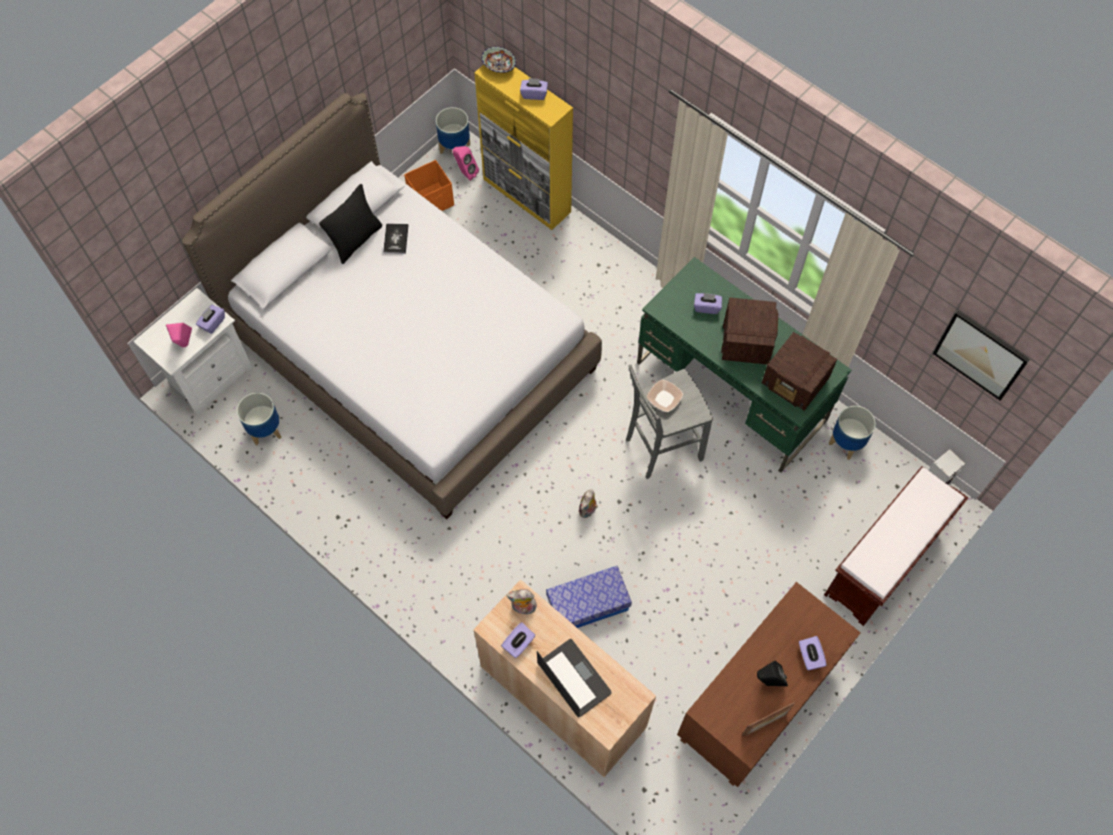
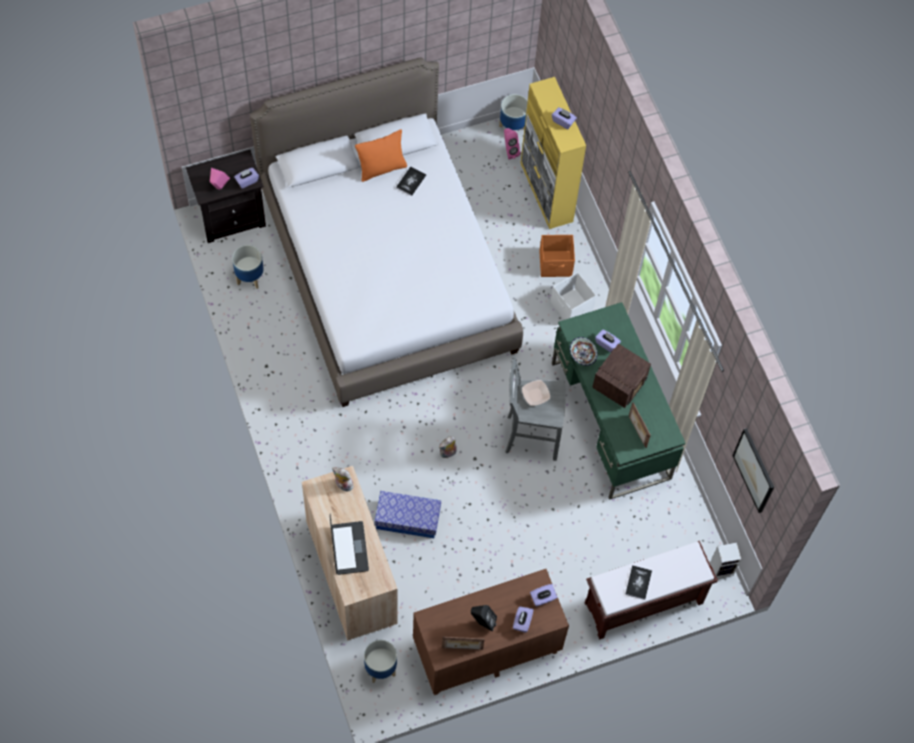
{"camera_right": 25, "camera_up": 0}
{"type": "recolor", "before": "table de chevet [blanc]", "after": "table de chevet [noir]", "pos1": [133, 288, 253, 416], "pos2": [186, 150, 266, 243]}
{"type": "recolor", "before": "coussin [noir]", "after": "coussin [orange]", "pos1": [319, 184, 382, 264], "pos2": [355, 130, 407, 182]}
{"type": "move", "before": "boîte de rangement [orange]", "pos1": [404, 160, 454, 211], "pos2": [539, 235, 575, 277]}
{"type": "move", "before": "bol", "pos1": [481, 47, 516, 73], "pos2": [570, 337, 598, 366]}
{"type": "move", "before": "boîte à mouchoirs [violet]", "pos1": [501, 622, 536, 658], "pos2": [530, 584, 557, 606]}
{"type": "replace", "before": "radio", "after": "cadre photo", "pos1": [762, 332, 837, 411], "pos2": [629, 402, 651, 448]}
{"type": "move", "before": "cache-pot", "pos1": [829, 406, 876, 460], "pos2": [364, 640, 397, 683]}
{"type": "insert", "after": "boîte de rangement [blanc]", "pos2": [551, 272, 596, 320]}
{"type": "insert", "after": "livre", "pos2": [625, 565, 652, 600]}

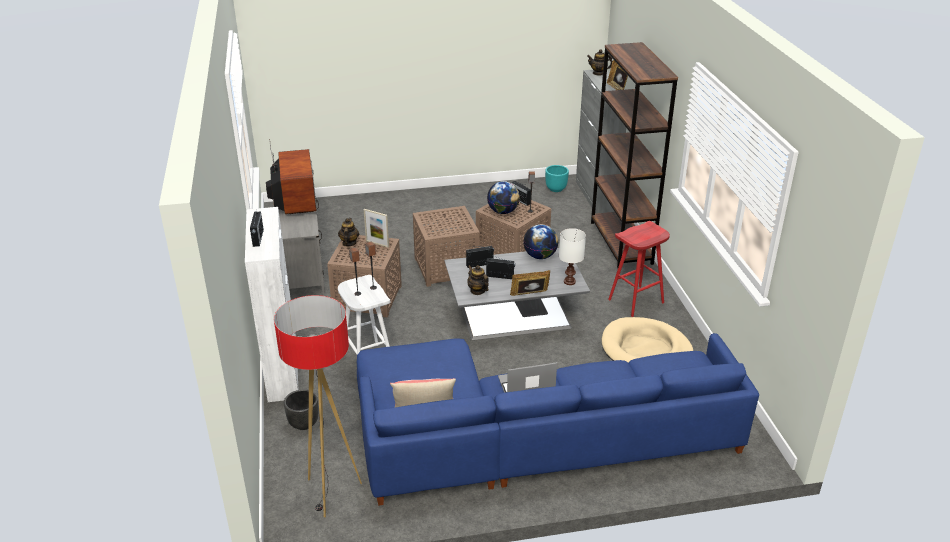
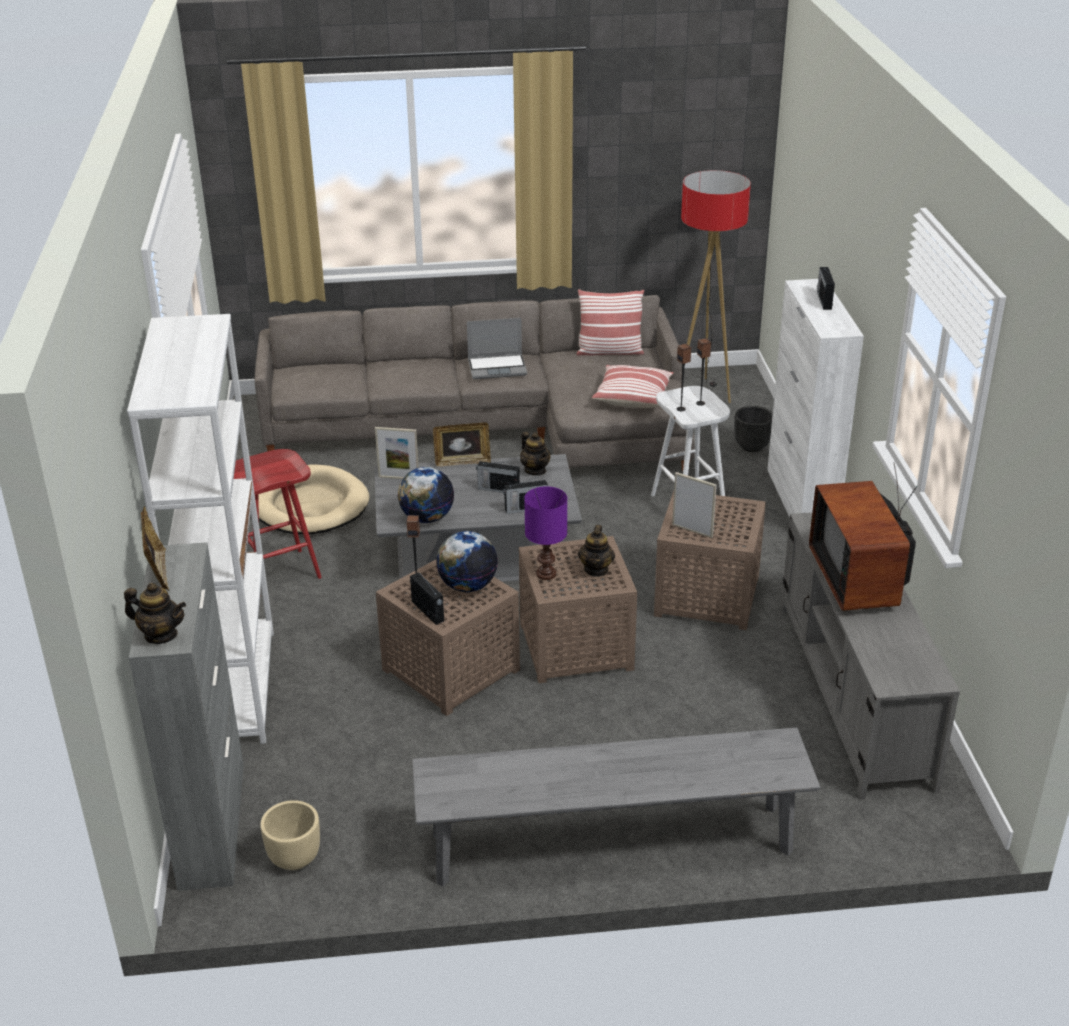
{"camera_right": -175, "camera_up": 0}
{"type": "move", "before": "théière", "pos1": [338, 218, 359, 246], "pos2": [578, 525, 615, 577]}
{"type": "recolor", "before": "canapé [bleu]", "after": "canapé [gris]", "pos1": [357, 333, 759, 506], "pos2": [255, 295, 695, 471]}
{"type": "recolor", "before": "cache-pot [turquoise]", "after": "cache-pot [beige]", "pos1": [545, 165, 569, 192], "pos2": [260, 800, 320, 870]}
{"type": "replace", "before": "lampe de table [blanc]", "after": "cadre photo", "pos1": [559, 228, 586, 285], "pos2": [375, 427, 419, 479]}
{"type": "recolor", "before": "bibliothèque [marron]", "after": "bibliothèque [blanc]", "pos1": [591, 42, 678, 268], "pos2": [127, 314, 274, 744]}
{"type": "insert", "after": "banc [gris]", "pos2": [412, 727, 820, 886]}
{"type": "insert", "after": "lampe de table [violet]", "pos2": [524, 486, 567, 580]}
{"type": "insert", "after": "coussin", "pos2": [592, 365, 674, 408]}

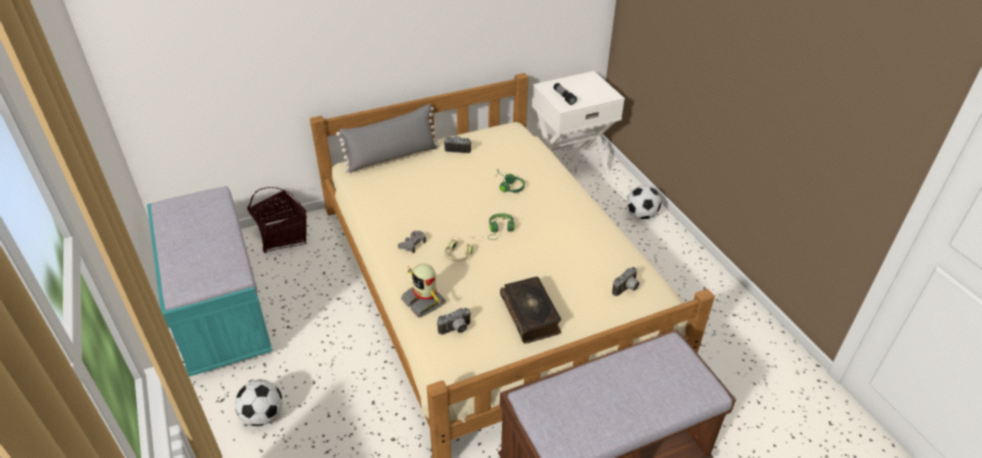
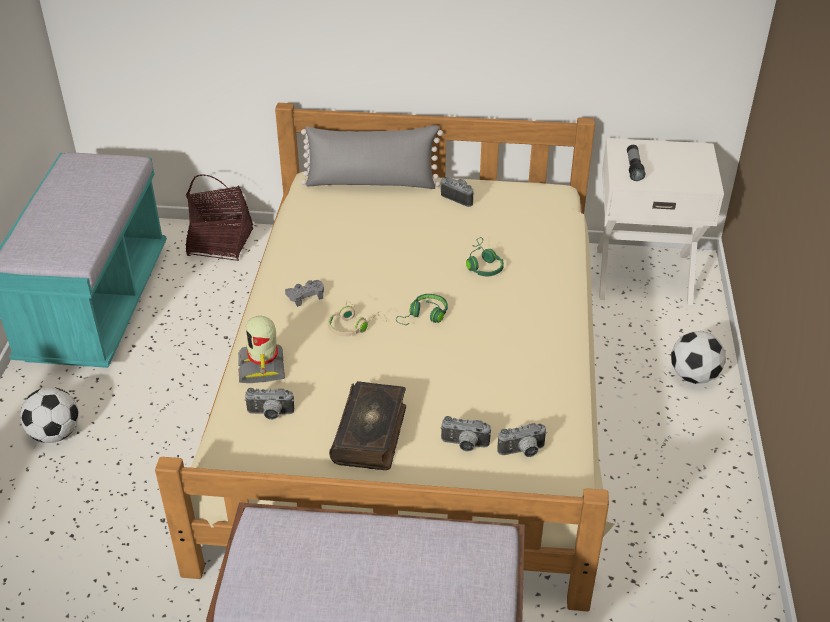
{"camera_right": 30, "camera_up": 0}
{"type": "insert", "after": "appareil photo", "pos2": [441, 416, 491, 451]}

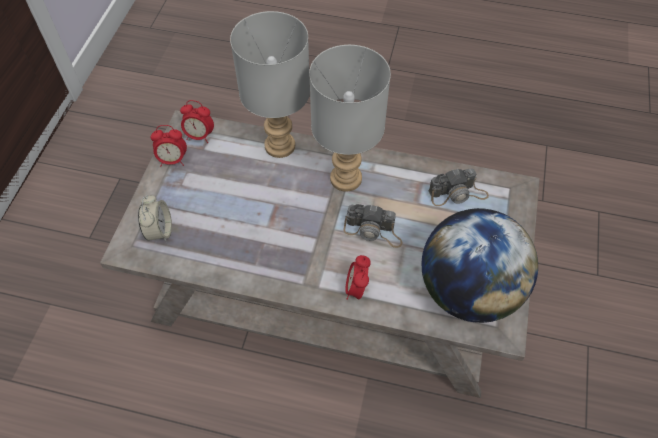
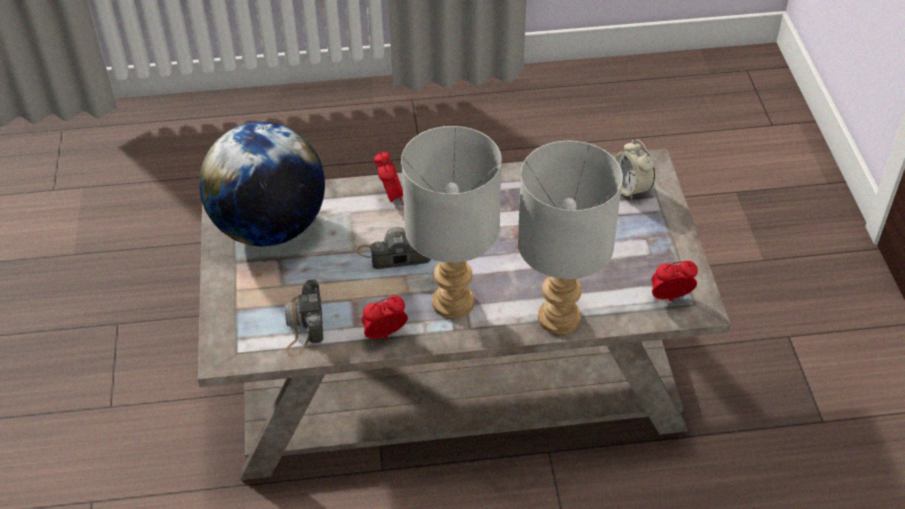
{"camera_right": 160, "camera_up": -10}
{"type": "move", "before": "réveil", "pos1": [151, 125, 187, 166], "pos2": [362, 296, 408, 339]}
{"type": "rotate", "before": "appareil photo", "pos1": [429, 168, 489, 206], "pos2": [285, 279, 323, 357], "turn": -60}

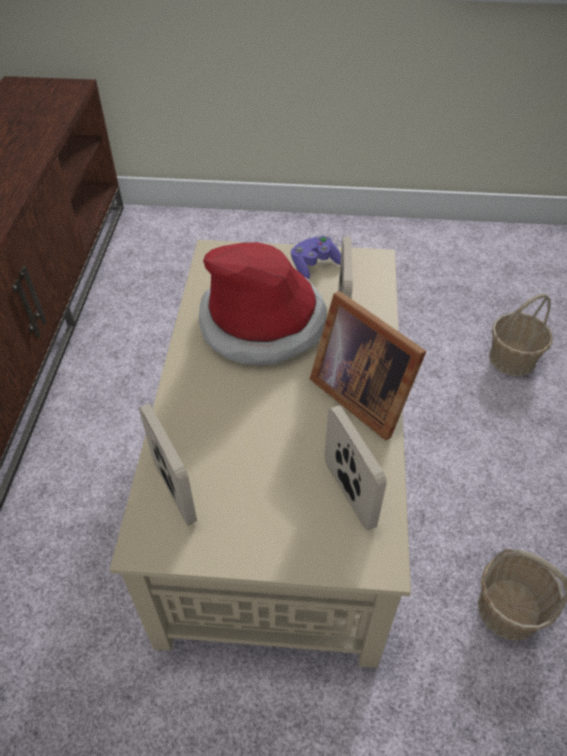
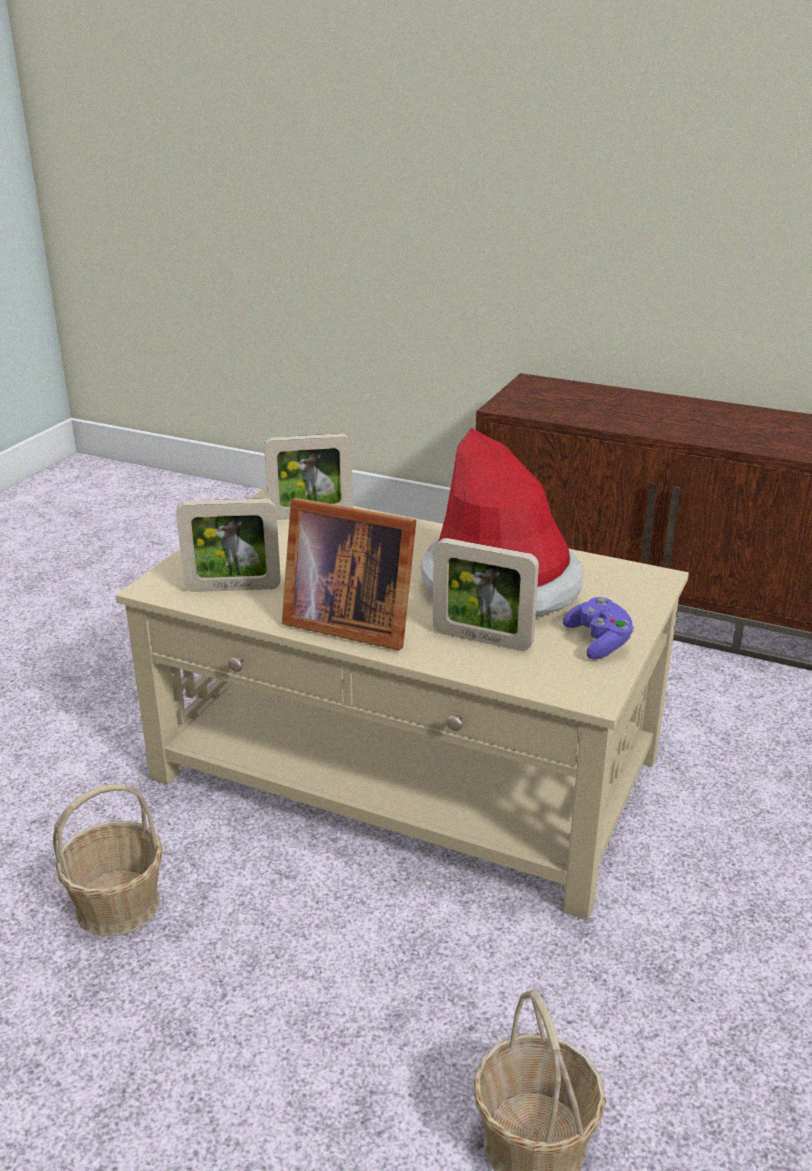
{"camera_right": 110, "camera_up": -20}
{"type": "rotate", "before": "cadre photo", "pos1": [310, 291, 427, 440], "pos2": [282, 498, 416, 650], "turn": -135}

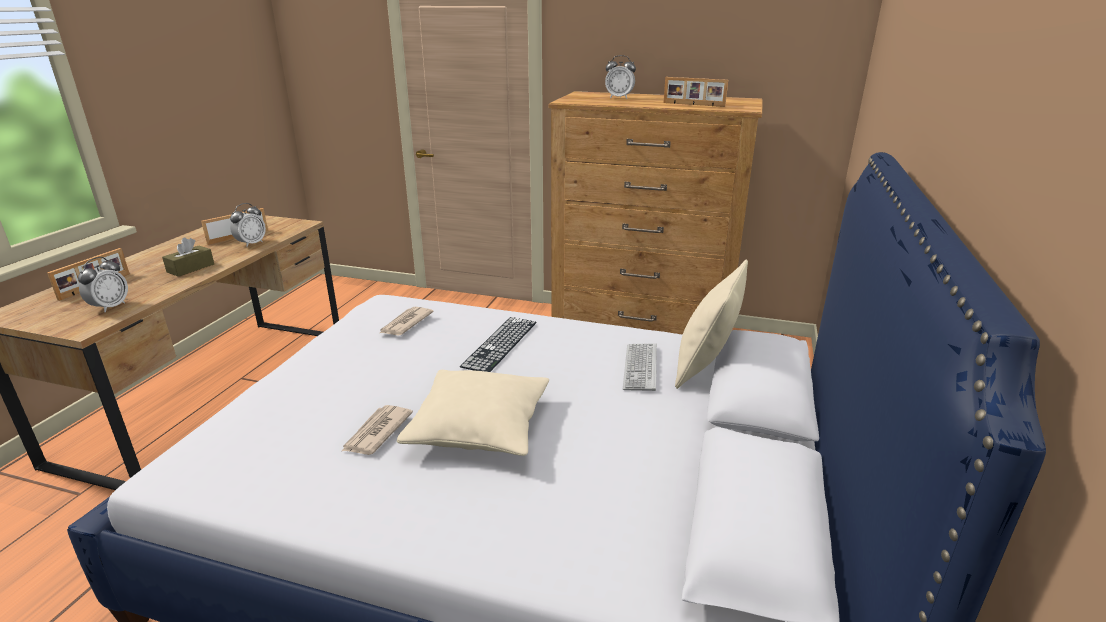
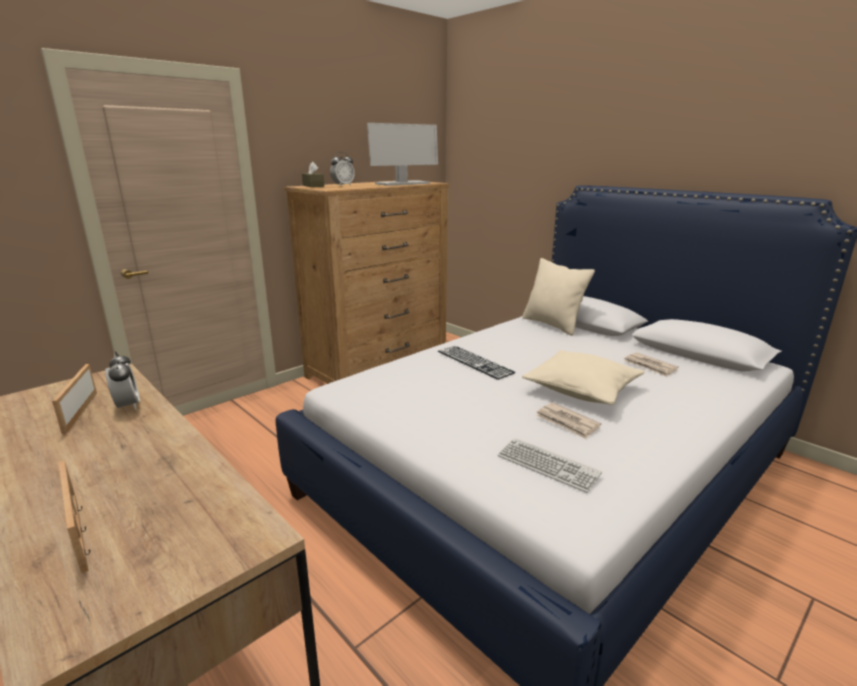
{"camera_right": -60, "camera_up": -5}
{"type": "delete", "before": "réveil", "pos1": [78, 257, 128, 313]}
{"type": "move", "before": "boîte à mouchoirs [marron]", "pos1": [162, 237, 214, 277], "pos2": [302, 162, 324, 187]}
{"type": "move", "before": "journal", "pos1": [380, 307, 434, 336], "pos2": [624, 353, 679, 377]}
{"type": "move", "before": "clavier", "pos1": [623, 343, 657, 391], "pos2": [498, 438, 602, 493]}
{"type": "replace", "before": "cadre photo", "after": "écran d'ordinateur", "pos1": [663, 77, 728, 107], "pos2": [367, 123, 438, 186]}

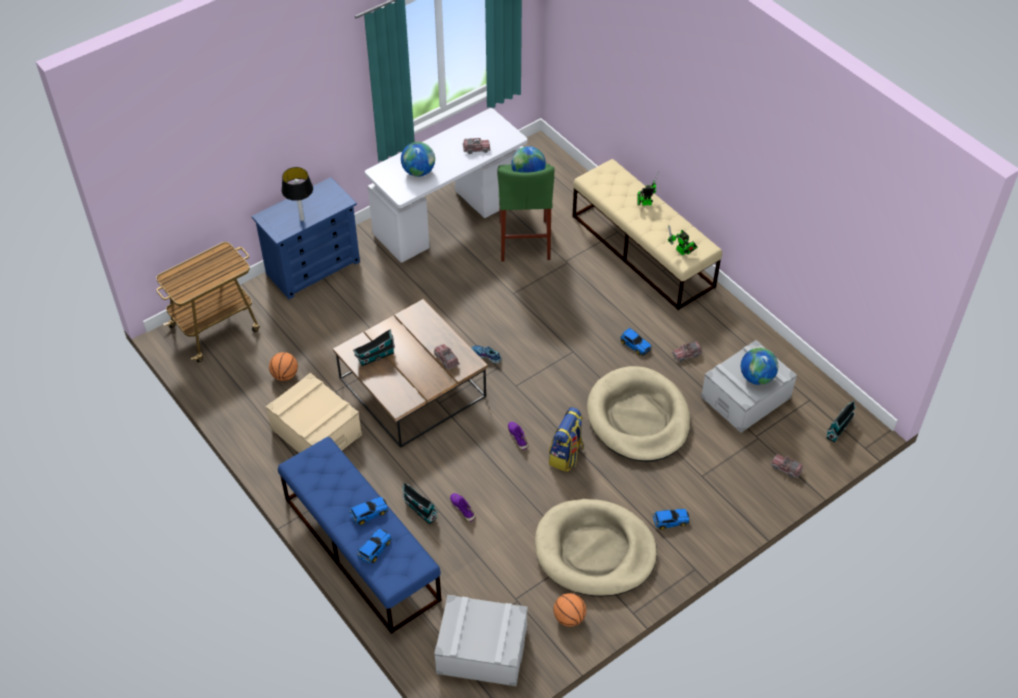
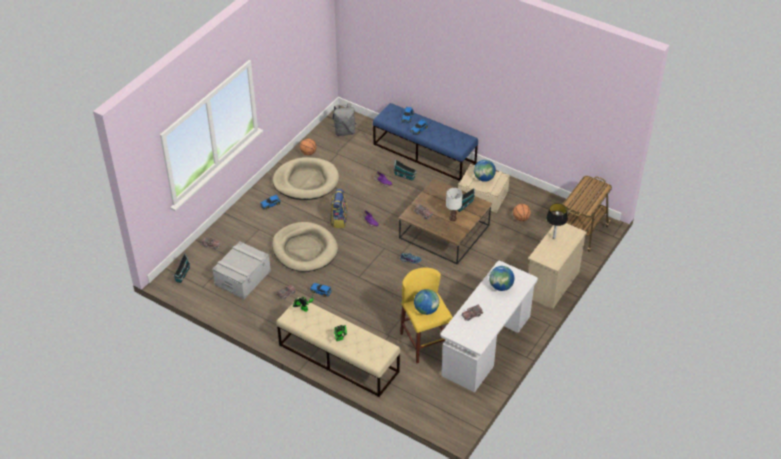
{"camera_right": 160, "camera_up": -5}
{"type": "recolor", "before": "commode [bleu]", "after": "commode [beige]", "pos1": [251, 177, 360, 299], "pos2": [528, 223, 587, 309]}
{"type": "replace", "before": "boîte de rangement [gris]", "after": "sac à dos [gris]", "pos1": [434, 595, 528, 686], "pos2": [332, 103, 356, 136]}
{"type": "recolor", "before": "tabouret [vert]", "after": "tabouret [jaune]", "pos1": [497, 164, 555, 262], "pos2": [400, 268, 453, 363]}
{"type": "move", "before": "globe", "pos1": [741, 348, 778, 385], "pos2": [474, 160, 496, 182]}
{"type": "insert", "after": "lampe de table [blanc]", "pos2": [446, 188, 463, 221]}

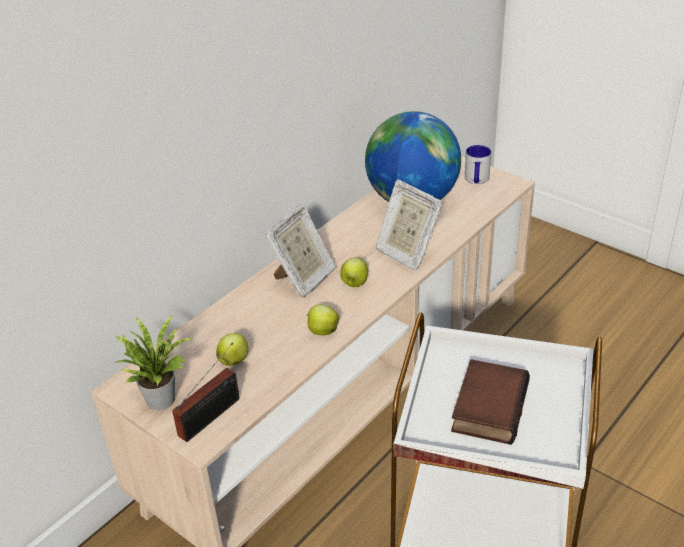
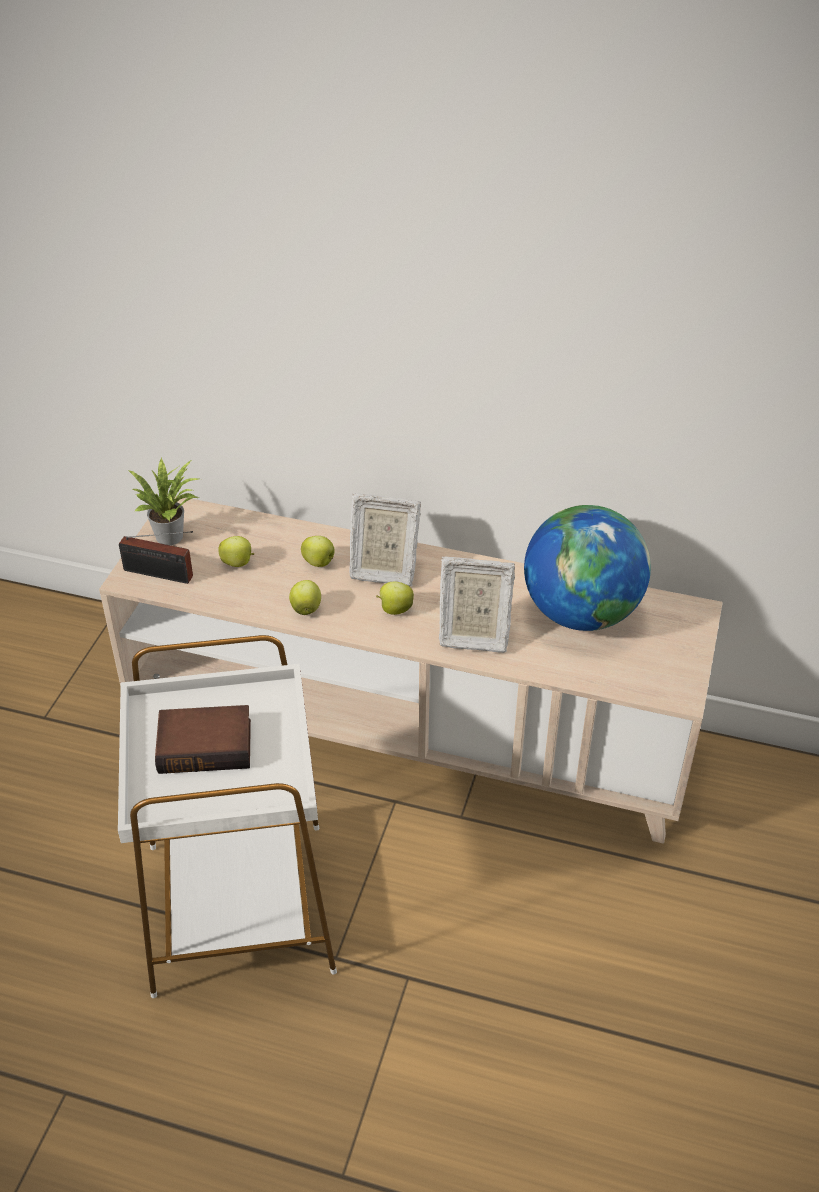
{"camera_right": 65, "camera_up": 5}
{"type": "rotate", "before": "cadre photo", "pos1": [376, 179, 443, 271], "pos2": [439, 557, 515, 653], "turn": -105}
{"type": "delete", "before": "mug", "pos1": [465, 145, 491, 184]}
{"type": "insert", "after": "pomme", "pos2": [301, 536, 335, 567]}

